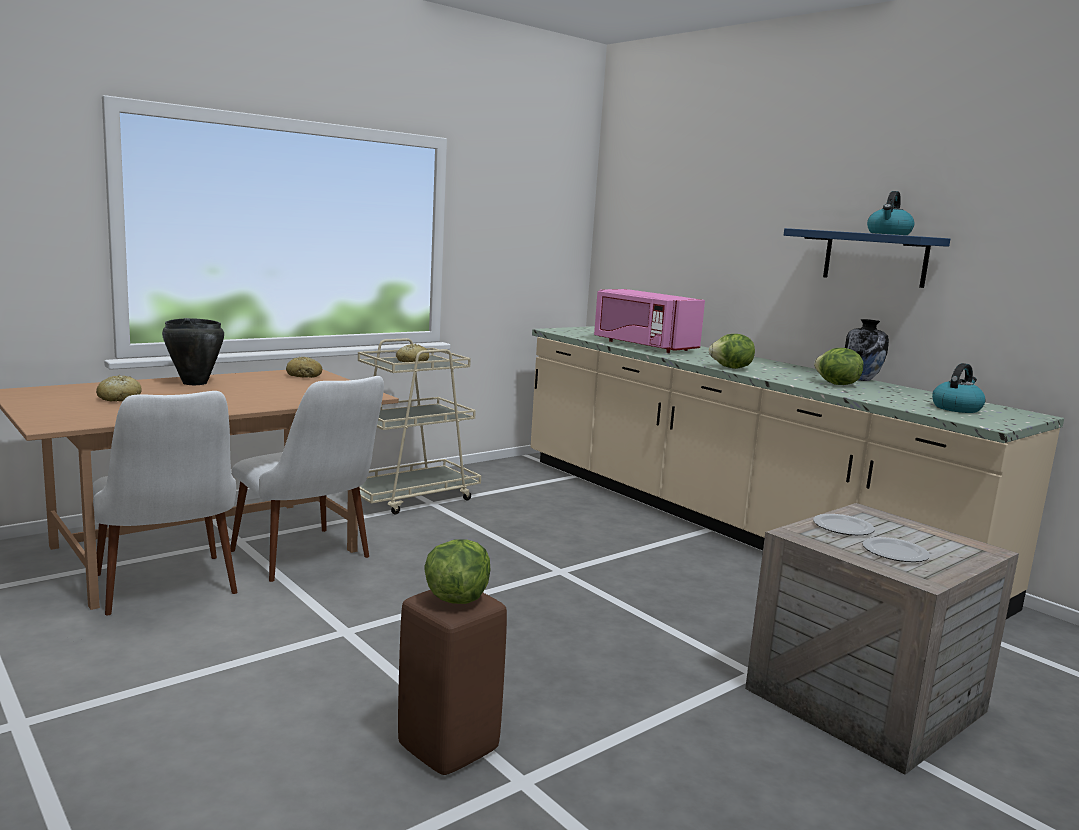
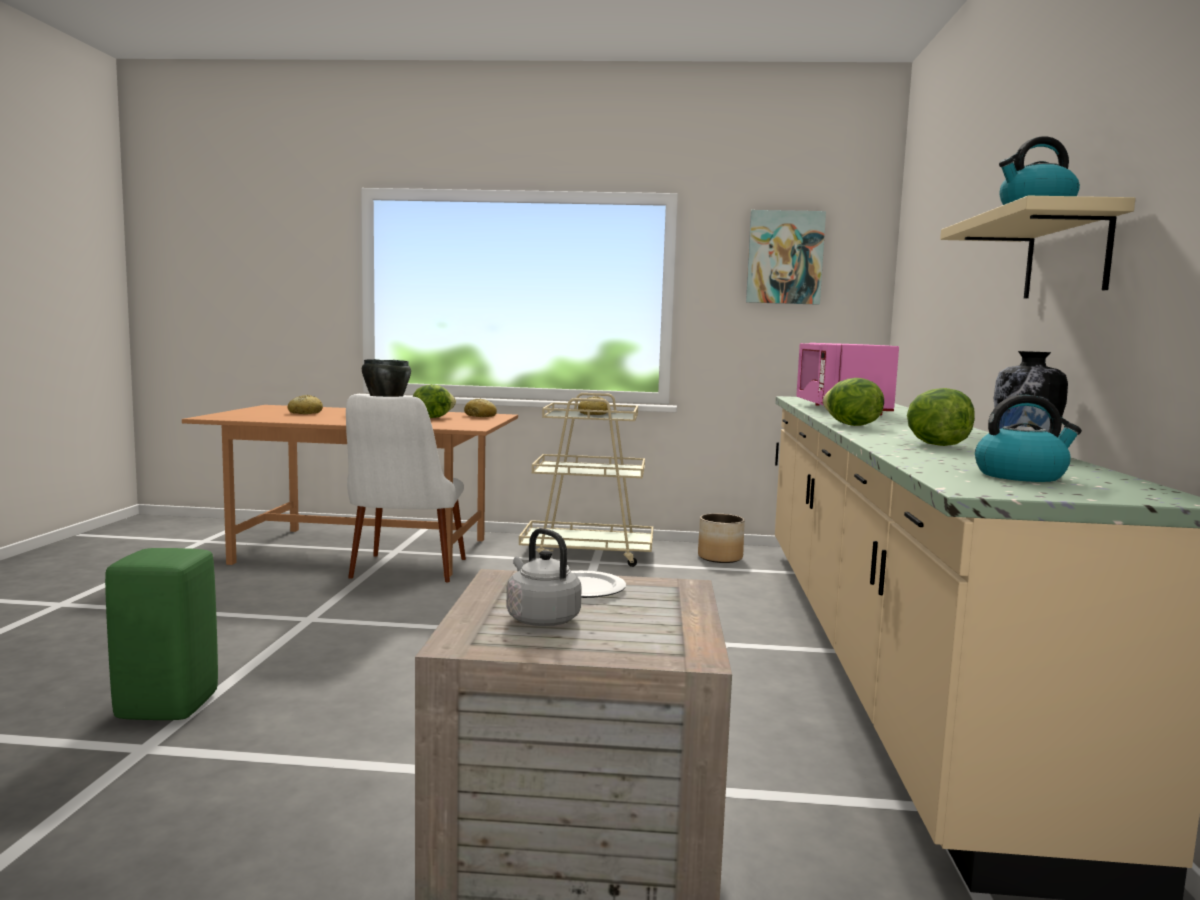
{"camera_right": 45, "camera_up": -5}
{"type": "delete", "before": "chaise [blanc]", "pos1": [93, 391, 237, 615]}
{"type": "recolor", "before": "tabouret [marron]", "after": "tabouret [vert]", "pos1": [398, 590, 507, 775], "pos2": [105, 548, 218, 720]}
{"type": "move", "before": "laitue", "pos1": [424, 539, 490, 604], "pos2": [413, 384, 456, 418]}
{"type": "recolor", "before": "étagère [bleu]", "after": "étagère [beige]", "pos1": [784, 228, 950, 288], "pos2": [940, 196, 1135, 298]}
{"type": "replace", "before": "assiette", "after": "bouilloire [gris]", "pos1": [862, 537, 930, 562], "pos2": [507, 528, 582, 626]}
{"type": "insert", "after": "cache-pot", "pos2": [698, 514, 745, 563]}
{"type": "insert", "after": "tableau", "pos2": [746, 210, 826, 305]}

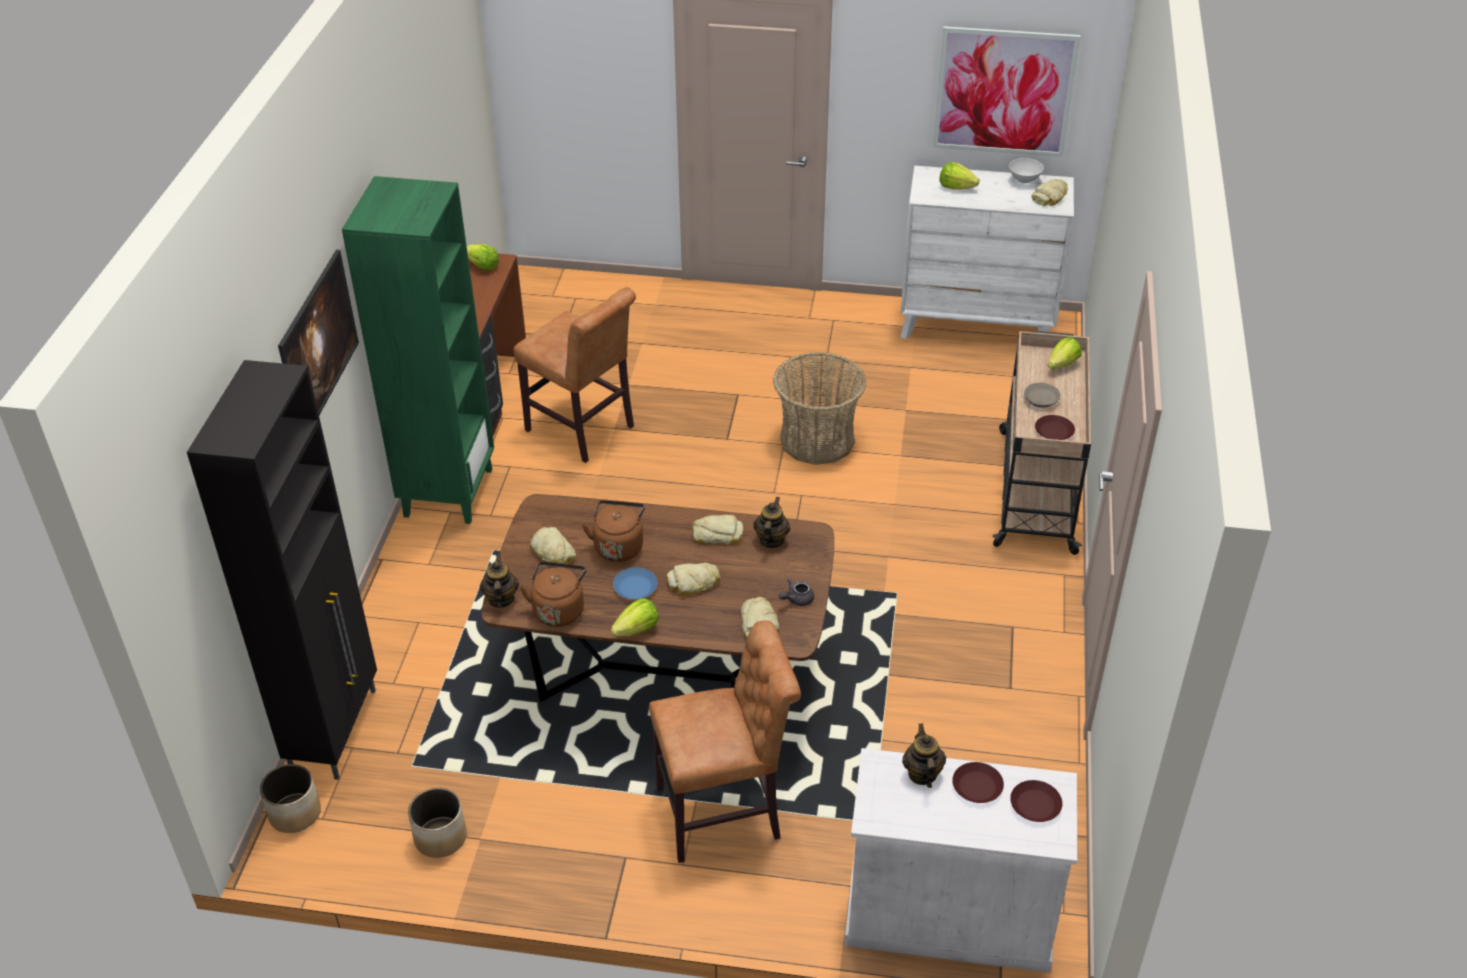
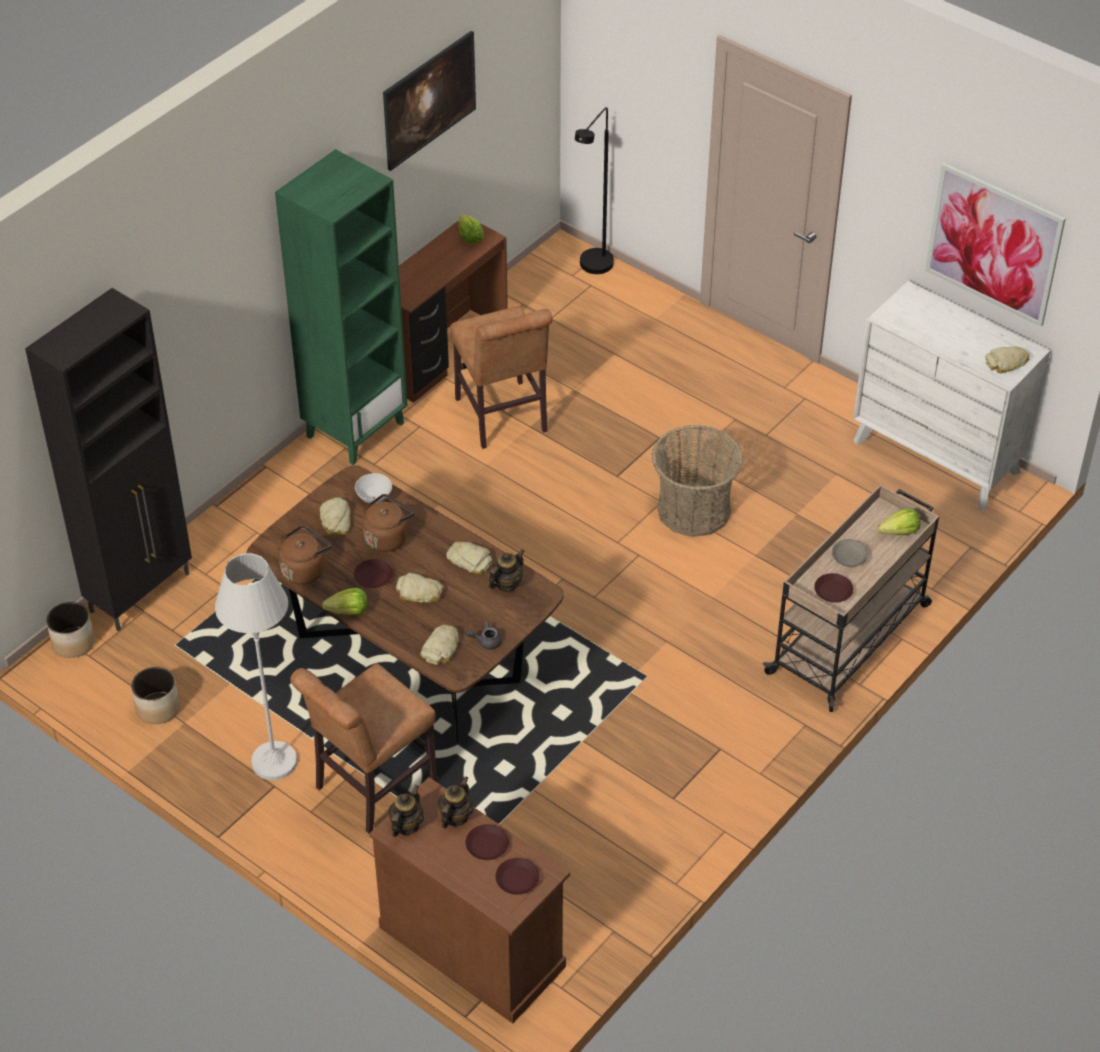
{"camera_right": 30, "camera_up": 5}
{"type": "move", "before": "tableau", "pos1": [278, 250, 359, 415], "pos2": [383, 31, 476, 171]}
{"type": "move", "before": "théière", "pos1": [480, 554, 519, 608], "pos2": [388, 785, 424, 837]}
{"type": "recolor", "before": "assiette [bleu]", "after": "assiette [marron]", "pos1": [613, 568, 657, 599], "pos2": [354, 559, 393, 588]}
{"type": "rotate", "before": "chaise [marron]", "pos1": [649, 620, 801, 863], "pos2": [290, 663, 437, 833], "turn": 120}
{"type": "recolor", "before": "meuble de rangement [blanc]", "after": "meuble de rangement [marron]", "pos1": [844, 748, 1077, 973], "pos2": [369, 777, 570, 1023]}
{"type": "delete", "before": "laitue", "pos1": [940, 162, 980, 190]}
{"type": "move", "before": "bol [blanc]", "pos1": [1009, 158, 1044, 184], "pos2": [355, 473, 392, 504]}
{"type": "insert", "after": "lampadaire [blanc]", "pos2": [215, 553, 297, 780]}
{"type": "insert", "after": "lampadaire [noir]", "pos2": [575, 107, 614, 274]}

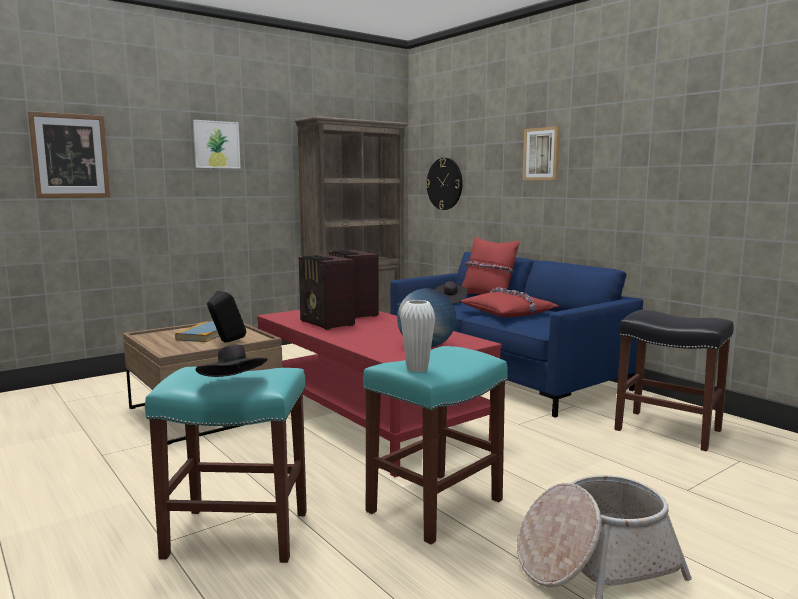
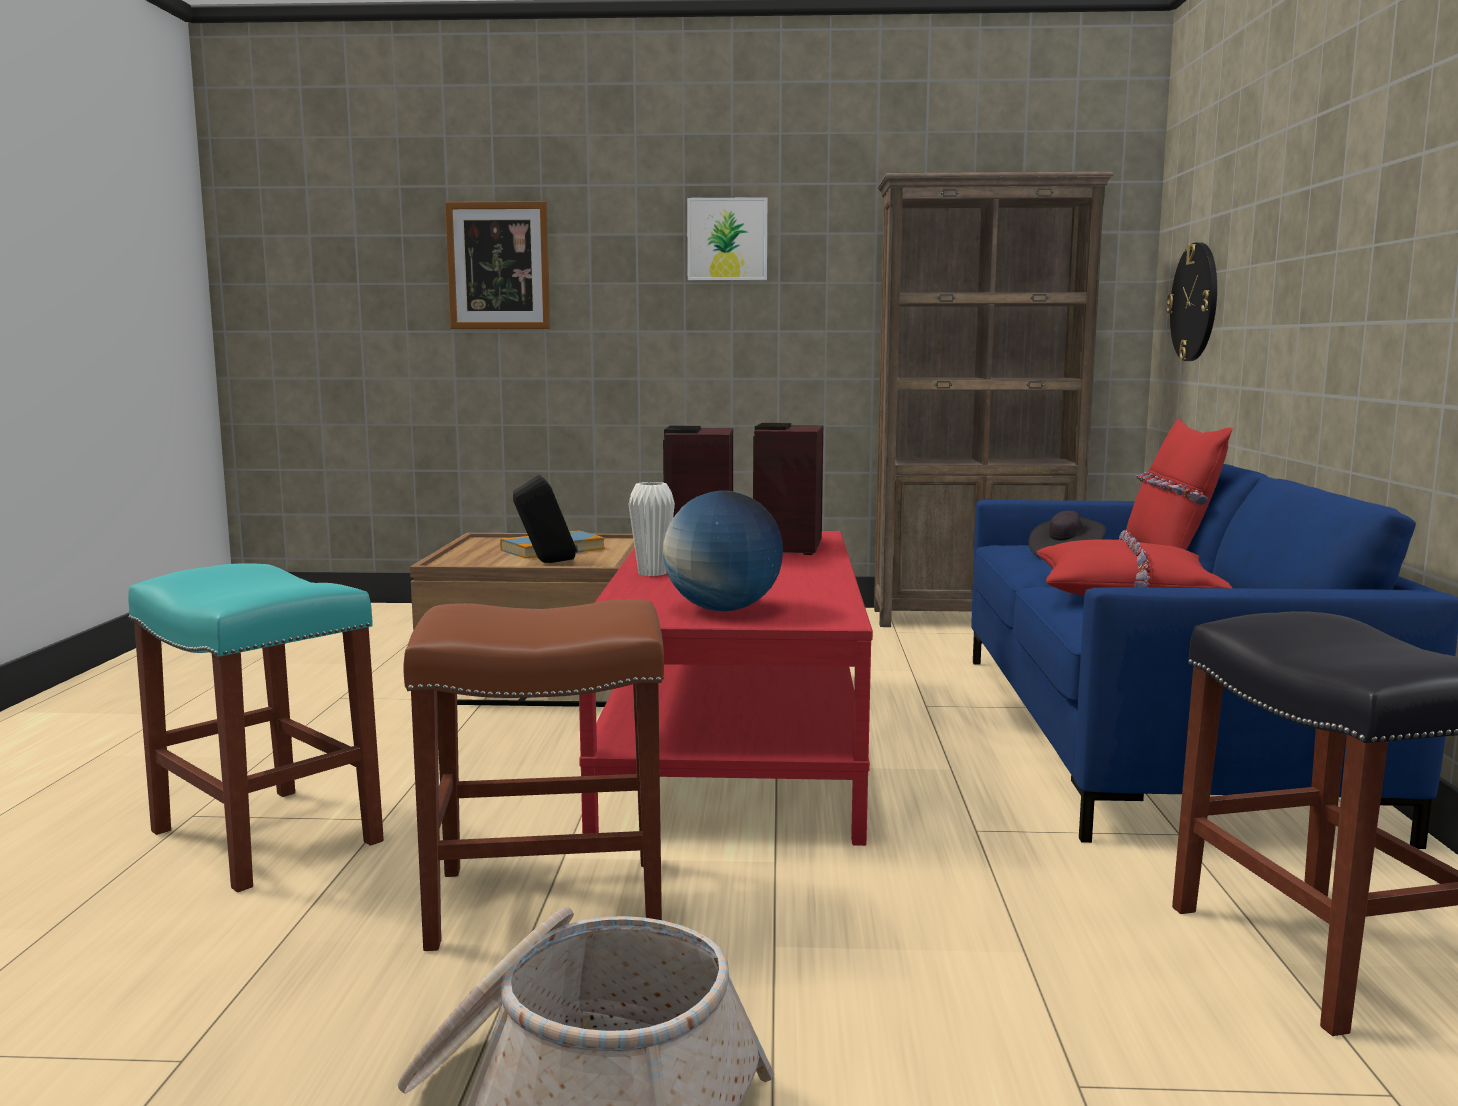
{"camera_right": 40, "camera_up": 0}
{"type": "delete", "before": "chapeau [noir]", "pos1": [196, 345, 267, 377]}
{"type": "recolor", "before": "tabouret [turquoise]", "after": "tabouret [marron]", "pos1": [363, 346, 508, 544], "pos2": [403, 599, 664, 951]}
{"type": "move", "before": "vase [blanc]", "pos1": [400, 300, 435, 372], "pos2": [628, 482, 675, 576]}
{"type": "delete", "before": "tableau", "pos1": [523, 126, 560, 180]}

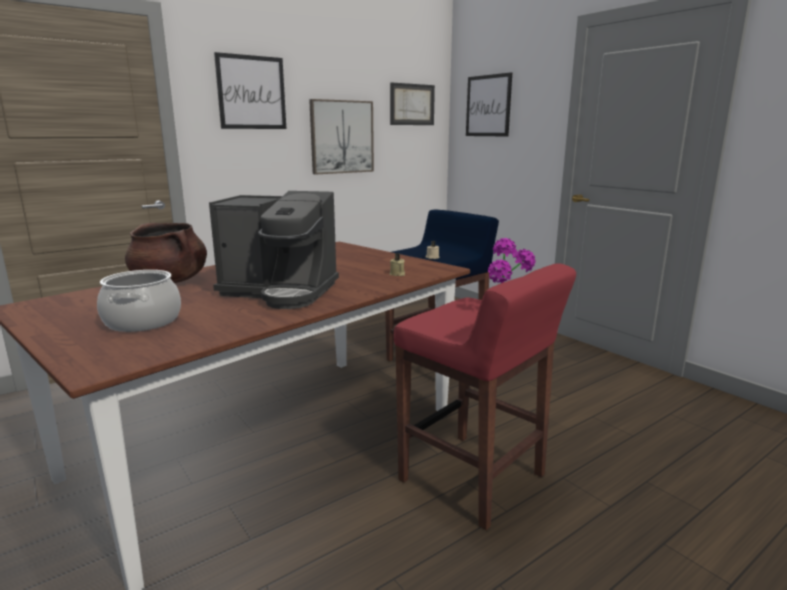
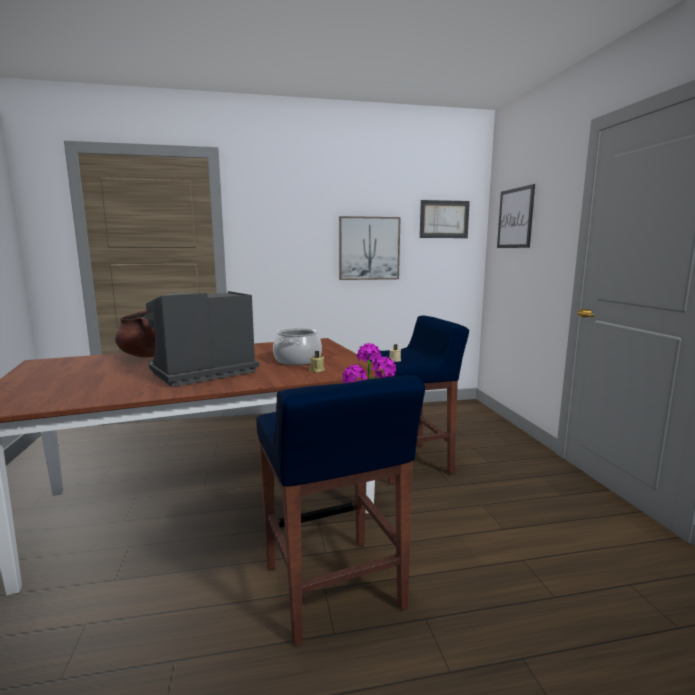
{"camera_right": 25, "camera_up": -5}
{"type": "move", "before": "marmite", "pos1": [97, 270, 181, 332], "pos2": [273, 328, 322, 365]}
{"type": "rotate", "before": "machine à café", "pos1": [209, 191, 339, 309], "pos2": [144, 291, 259, 387], "turn": 105}
{"type": "delete", "before": "tableau", "pos1": [214, 52, 286, 129]}
{"type": "recolor", "before": "tabouret [rouge]", "after": "tabouret [bleu]", "pos1": [394, 263, 576, 530], "pos2": [256, 375, 425, 646]}

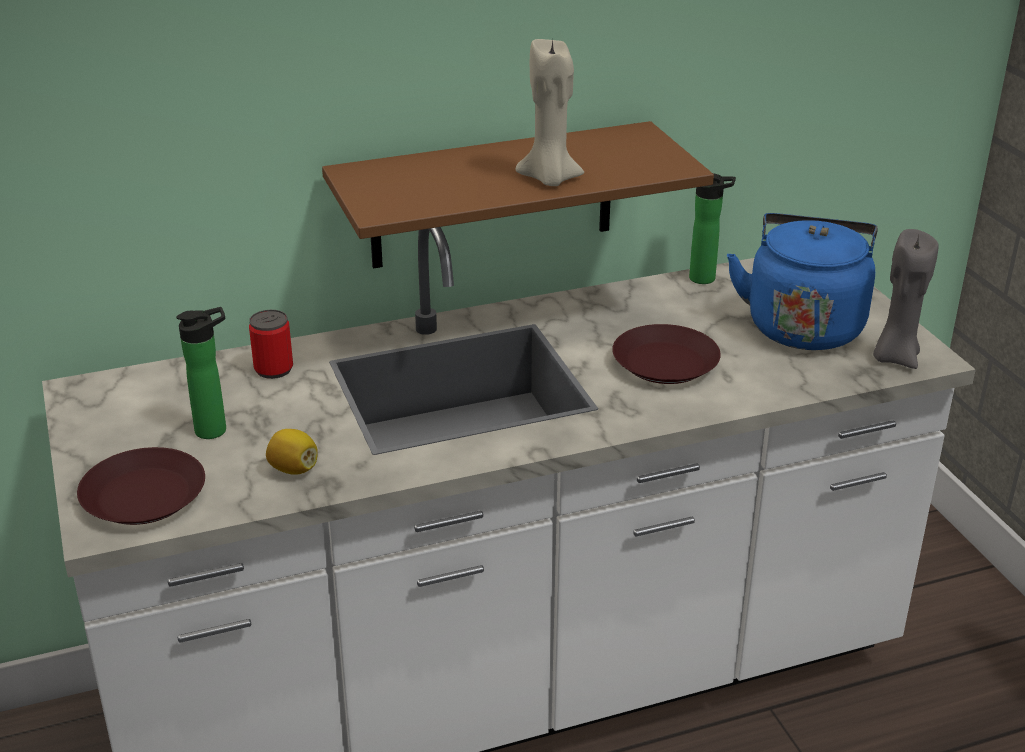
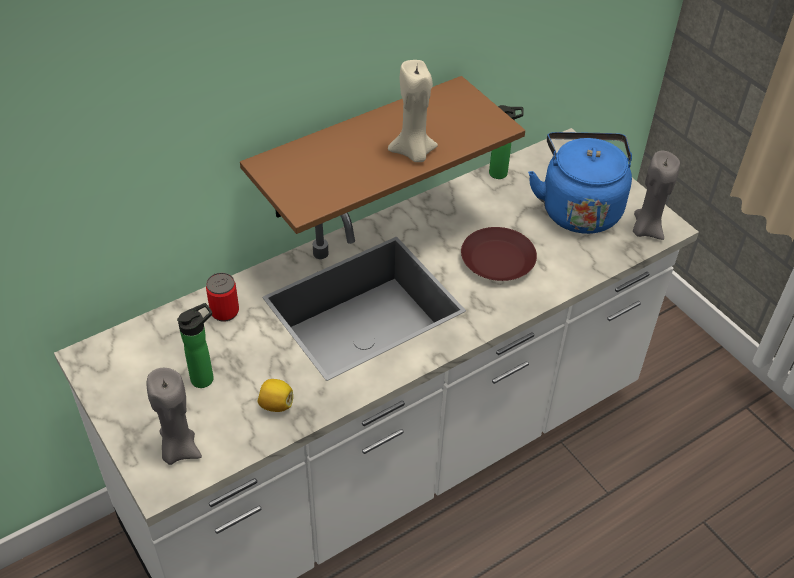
{"camera_right": -15, "camera_up": 15}
{"type": "replace", "before": "assiette [marron]", "after": "bougie [gris]", "pos1": [77, 447, 205, 525], "pos2": [147, 368, 202, 465]}

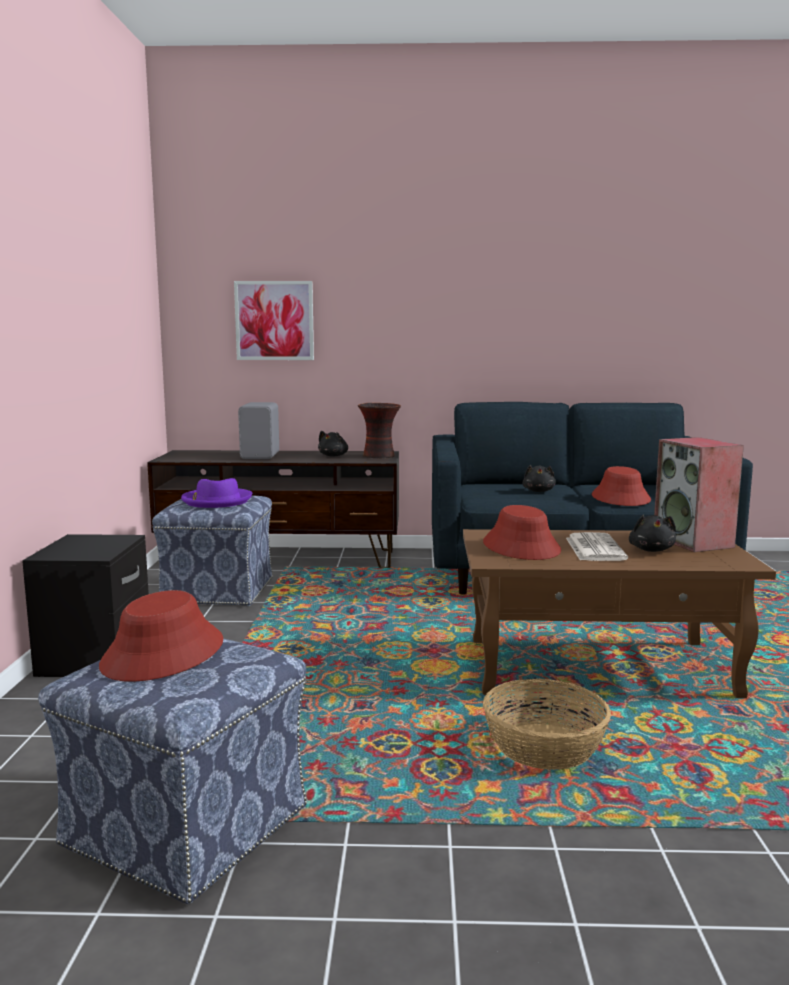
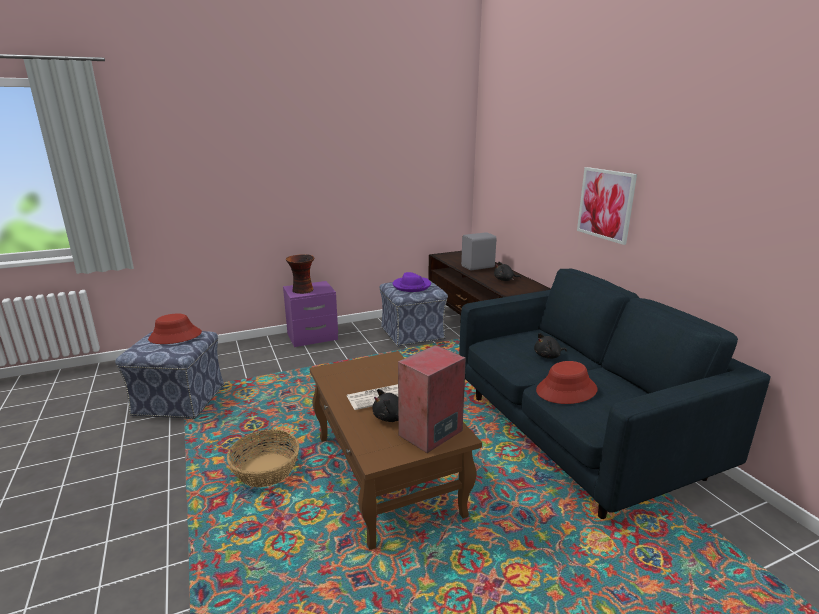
{"camera_right": 65, "camera_up": 10}
{"type": "recolor", "before": "table de chevet [noir]", "after": "table de chevet [violet]", "pos1": [22, 534, 149, 677], "pos2": [283, 281, 338, 347]}
{"type": "move", "before": "tableau", "pos1": [234, 281, 314, 360], "pos2": [577, 167, 637, 245]}
{"type": "move", "before": "vase", "pos1": [358, 403, 401, 459], "pos2": [286, 254, 314, 294]}
{"type": "delete", "before": "chapeau [rouge]", "pos1": [483, 505, 561, 560]}

